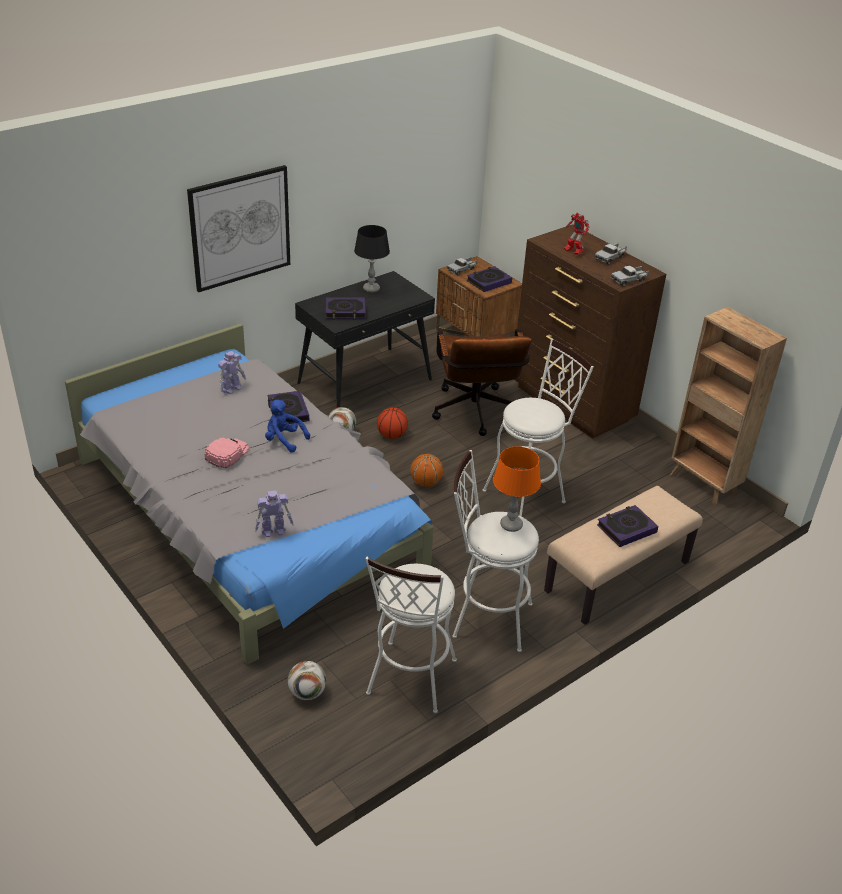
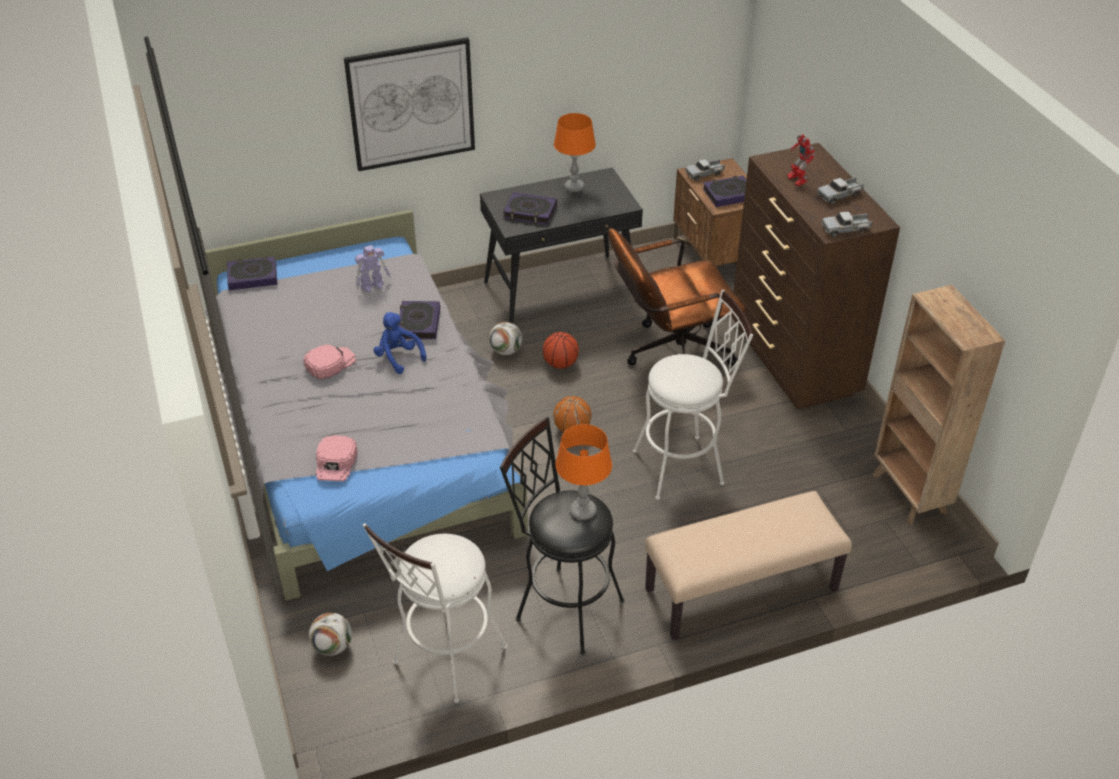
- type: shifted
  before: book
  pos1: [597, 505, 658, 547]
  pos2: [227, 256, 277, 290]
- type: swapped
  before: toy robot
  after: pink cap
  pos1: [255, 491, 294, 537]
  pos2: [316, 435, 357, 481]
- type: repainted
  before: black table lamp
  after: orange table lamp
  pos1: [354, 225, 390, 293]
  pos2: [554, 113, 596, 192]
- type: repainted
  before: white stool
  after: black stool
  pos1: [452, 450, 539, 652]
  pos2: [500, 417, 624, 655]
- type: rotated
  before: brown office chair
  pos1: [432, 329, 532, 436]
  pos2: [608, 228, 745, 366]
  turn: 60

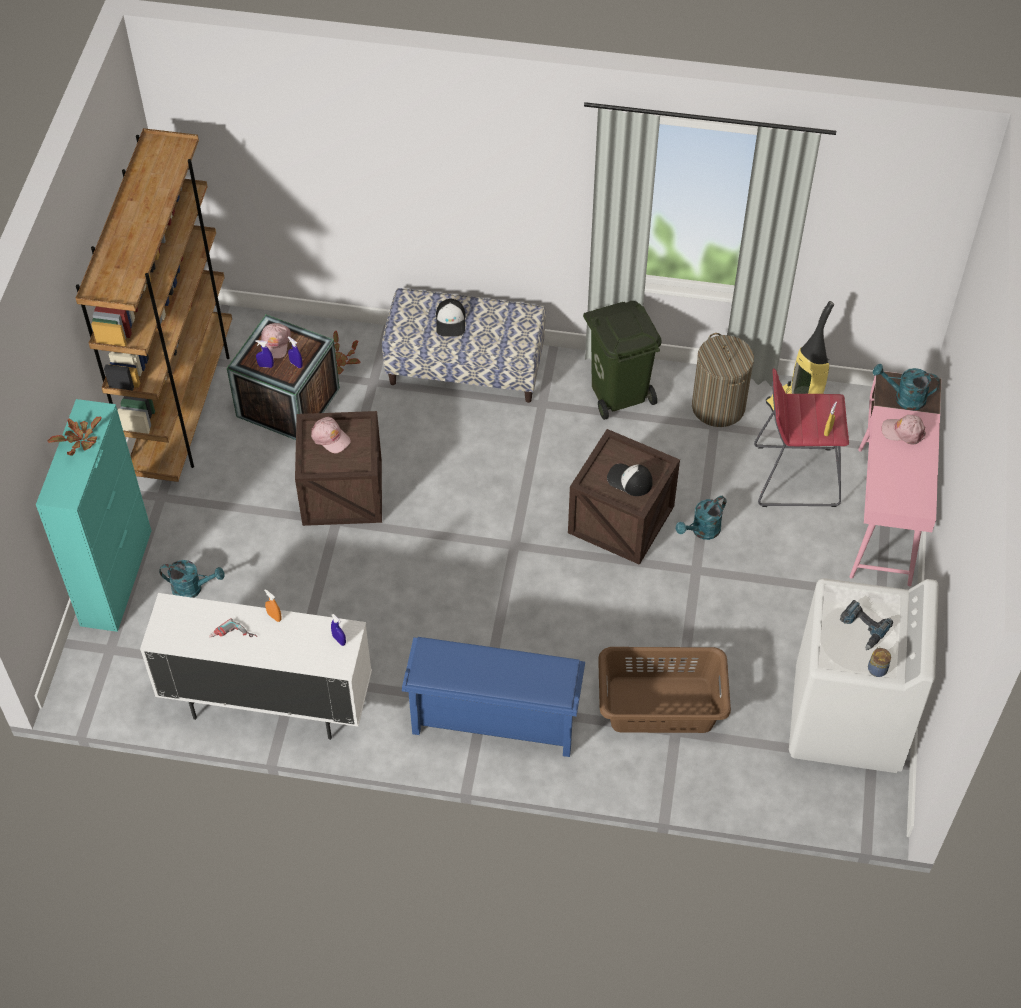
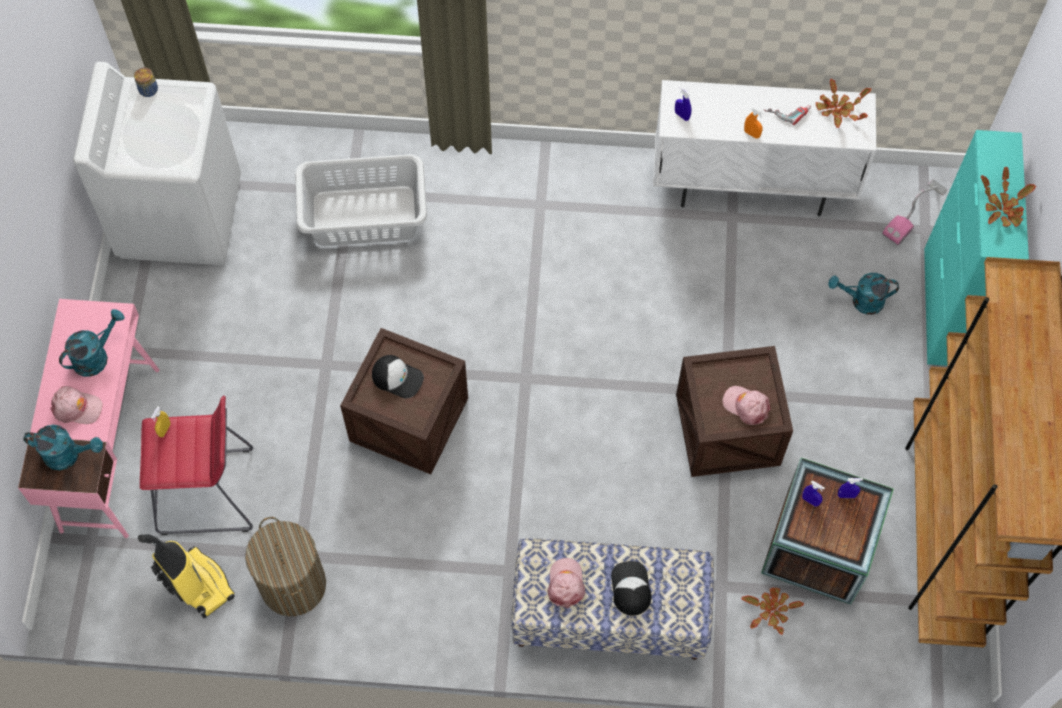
- type: gone
  before: blue shoe rack
  pos1: [402, 637, 585, 757]
- type: gone
  before: green trash can
  pos1: [583, 301, 661, 420]
- type: gone
  before: power drill
  pos1: [839, 600, 893, 650]
- type: new
  after: potted plant
  pos2: [816, 79, 872, 128]
- type: new
  after: vacuum cleaner
  pos2: [882, 180, 947, 245]
- type: shifted
  before: pink cap
  pos1: [261, 323, 291, 359]
  pos2: [547, 558, 586, 608]
- type: shifted
  before: turquoise watering can
  pos1: [676, 496, 727, 540]
  pos2: [59, 309, 124, 377]
- type: repainted
  before: brown laundry basket
  after: grey laundry basket
  pos1: [598, 647, 731, 733]
  pos2: [295, 154, 427, 246]

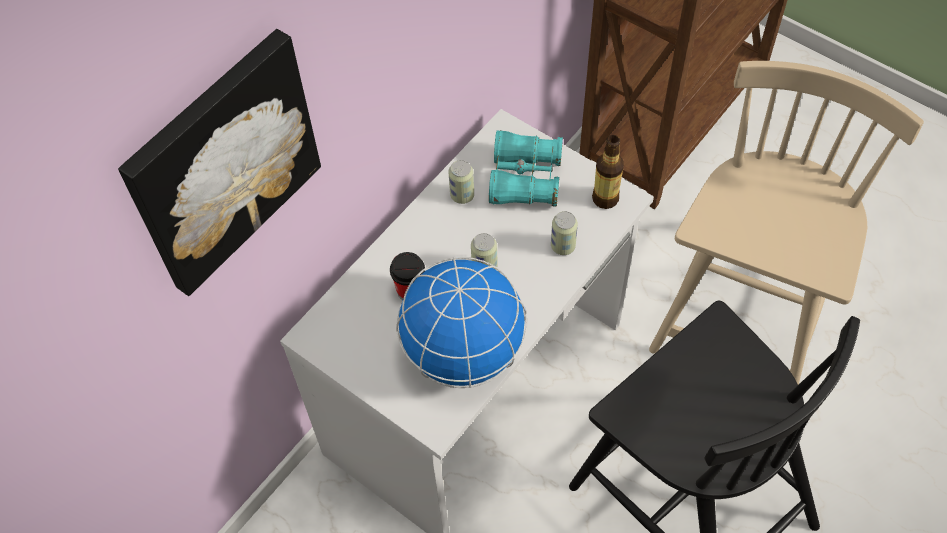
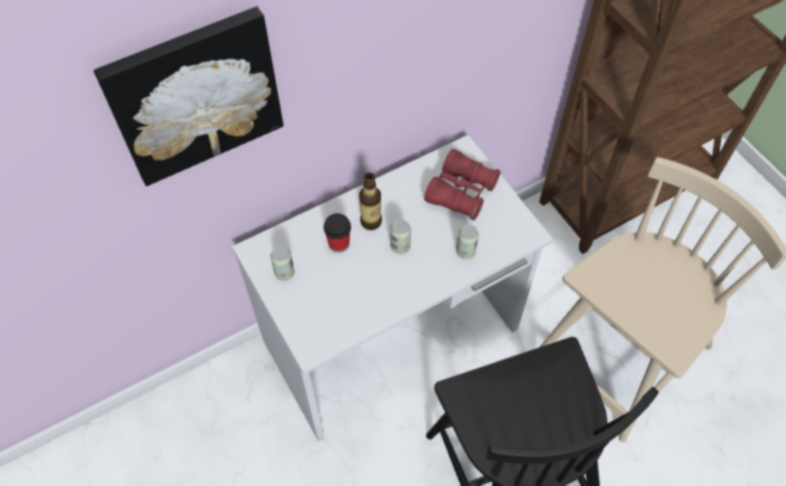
- type: gone
  before: globe
  pos1: [396, 257, 527, 388]
- type: shifted
  before: can
  pos1: [448, 160, 474, 204]
  pos2: [270, 246, 294, 281]
- type: shifted
  before: bottle
  pos1: [592, 135, 624, 209]
  pos2: [359, 172, 382, 230]
- type: repainted
  before: turquoise binoculars
  after: red binoculars
  pos1: [489, 130, 563, 207]
  pos2: [424, 149, 500, 220]

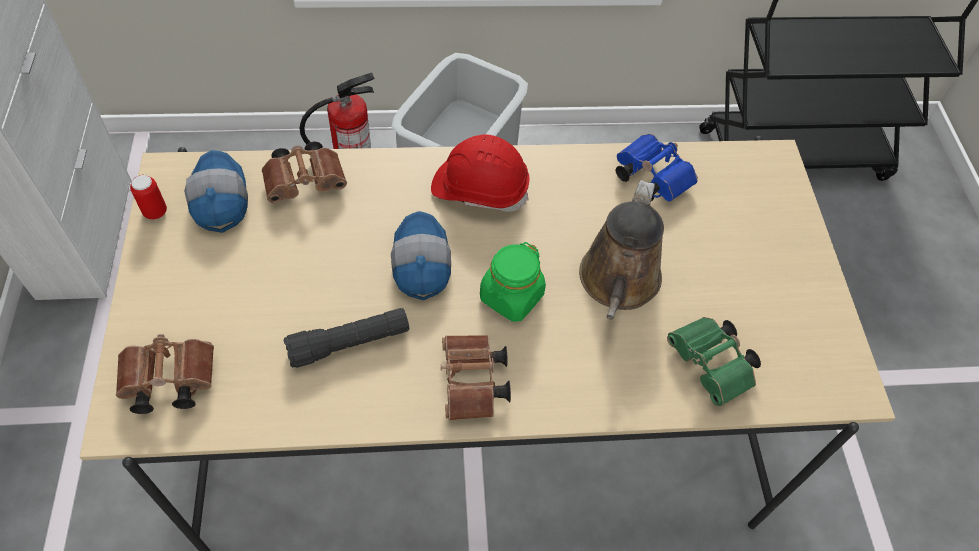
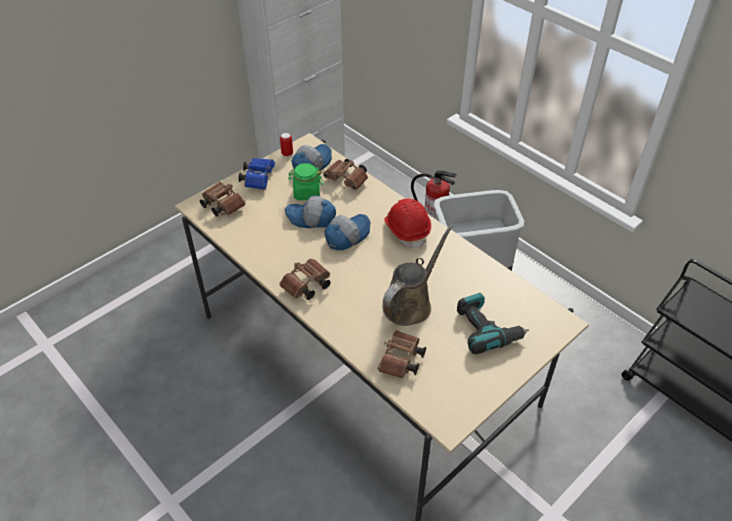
- type: gone
  before: black flashlight
  pos1: [284, 308, 409, 368]
- type: new
  after: cap
  pos2: [285, 195, 336, 228]
- type: new
  after: power drill
  pos2: [457, 293, 529, 354]
- type: shifted
  before: green jar
  pos1: [480, 242, 546, 322]
  pos2: [288, 163, 323, 200]
- type: shifted
  before: blue binoculars
  pos1: [616, 134, 698, 202]
  pos2: [238, 158, 275, 190]
- type: repainted
  before: green binoculars
  after: brown binoculars
  pos1: [667, 317, 761, 406]
  pos2: [378, 330, 426, 379]
- type: rotated
  before: brown watering can
  pos1: [579, 180, 664, 320]
  pos2: [382, 225, 453, 326]
  turn: 150

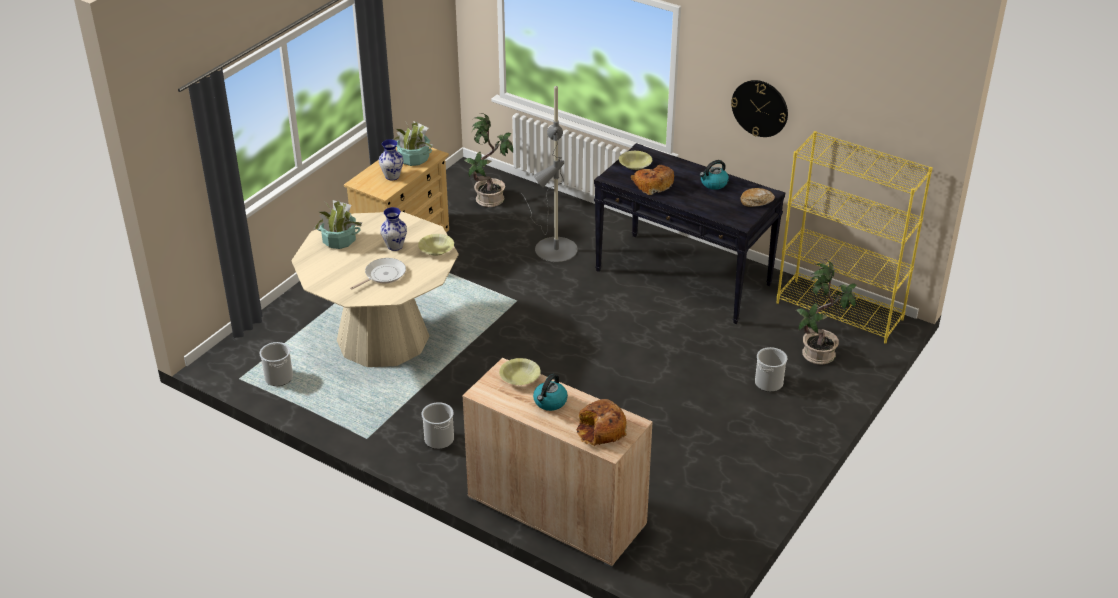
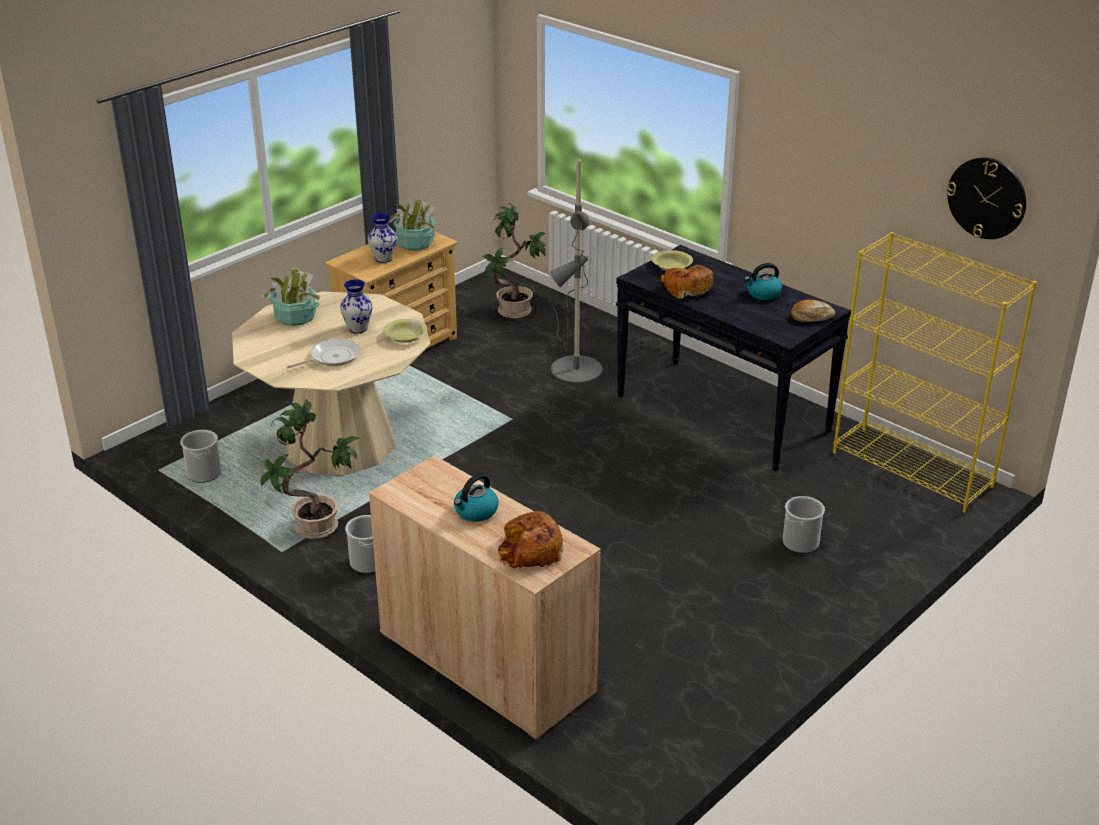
- type: gone
  before: yellow bowl
  pos1: [499, 358, 541, 385]
- type: shifted
  before: wall clock
  pos1: [731, 80, 788, 137]
  pos2: [947, 157, 1026, 239]
- type: shifted
  before: potted plant
  pos1: [797, 259, 856, 365]
  pos2: [261, 398, 360, 539]

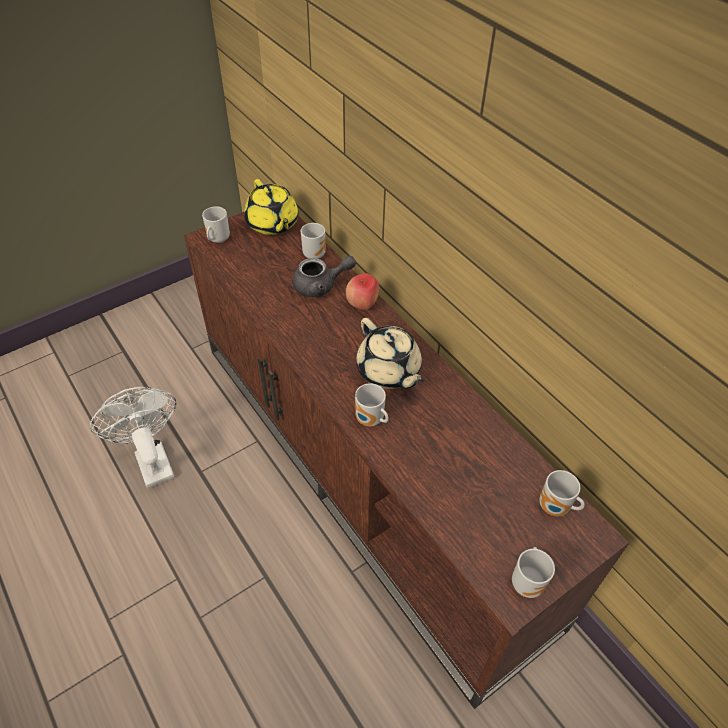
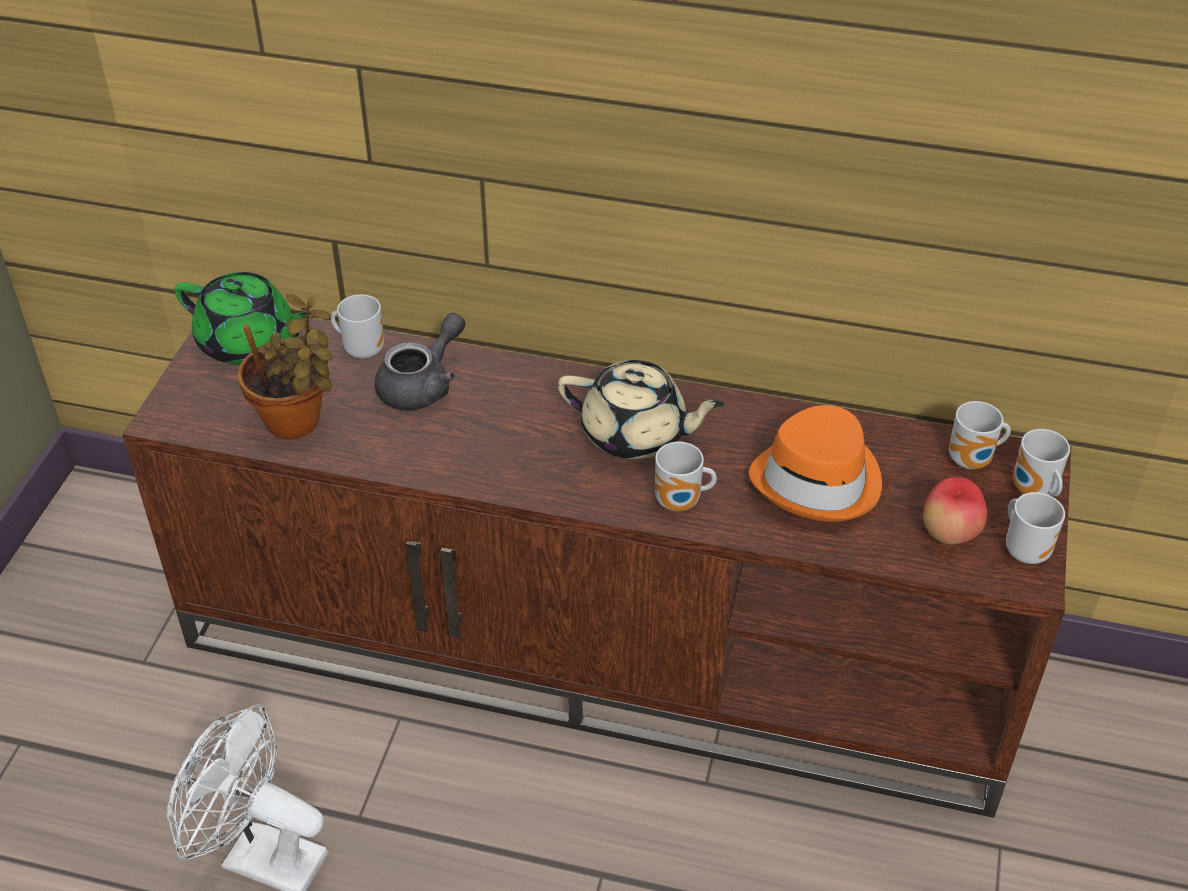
- type: new
  after: potted plant
  pos2: [238, 294, 333, 440]
- type: new
  after: orange hat
  pos2: [749, 405, 882, 522]
- type: shifted
  before: mug
  pos1: [202, 206, 230, 243]
  pos2: [1013, 429, 1070, 496]
- type: shifted
  before: apple
  pos1: [346, 273, 379, 310]
  pos2: [923, 477, 987, 544]
- type: repainted
  before: yellow teapot
  after: green teapot
  pos1: [244, 179, 299, 235]
  pos2: [174, 272, 306, 364]

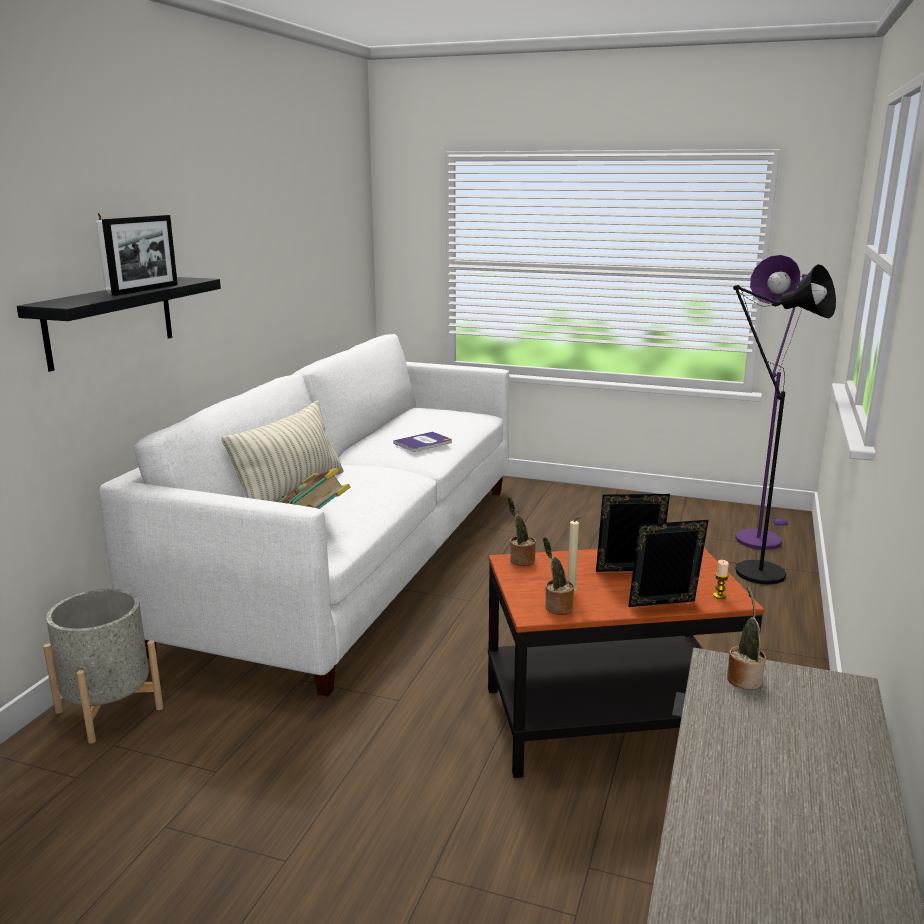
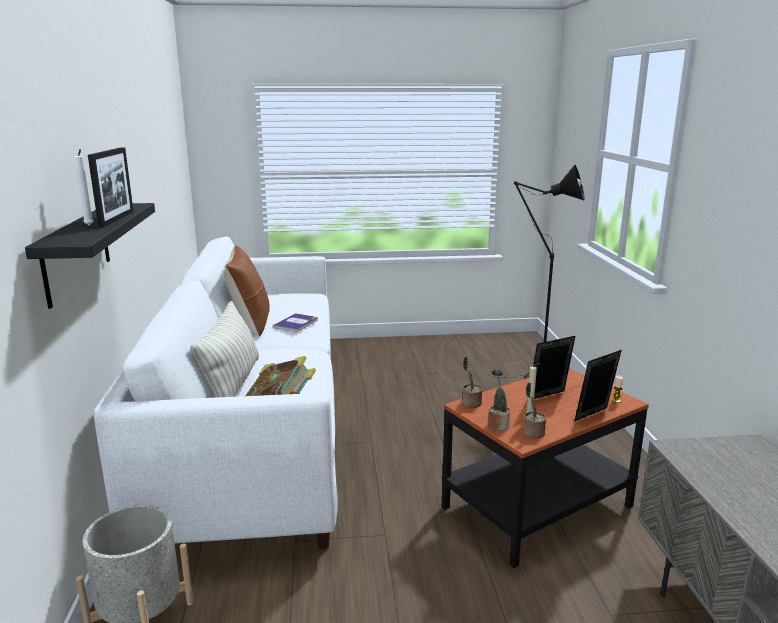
- type: gone
  before: purple floor lamp
  pos1: [735, 255, 808, 550]
- type: new
  after: brown pillow
  pos2: [224, 245, 270, 337]
- type: shifted
  before: potted plant
  pos1: [727, 586, 766, 690]
  pos2: [488, 368, 510, 431]

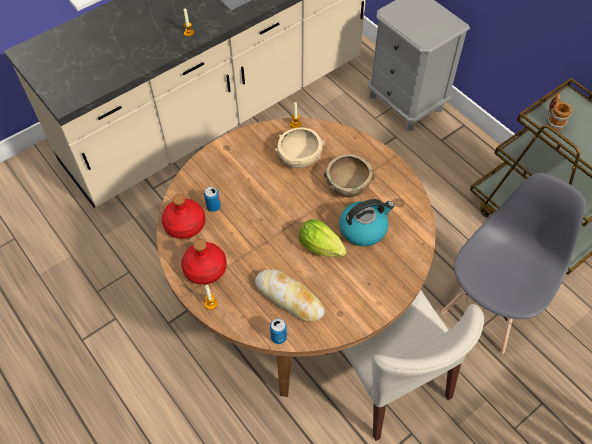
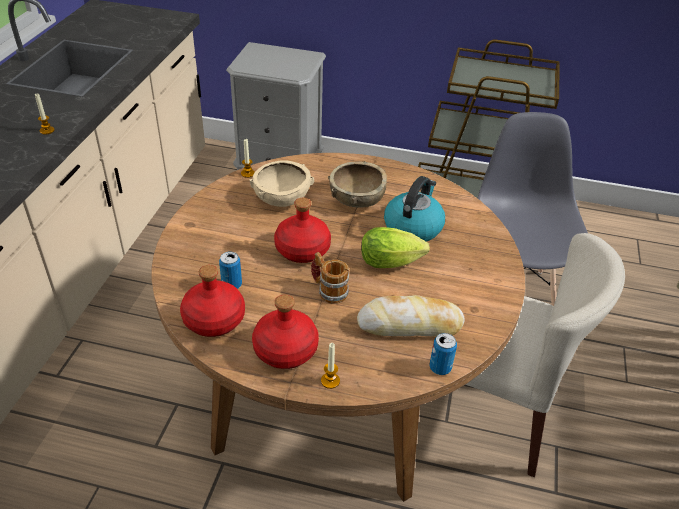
- type: new
  after: red bottle
  pos2: [274, 198, 331, 263]
- type: shifted
  before: mug
  pos1: [547, 94, 572, 130]
  pos2: [311, 252, 349, 304]

